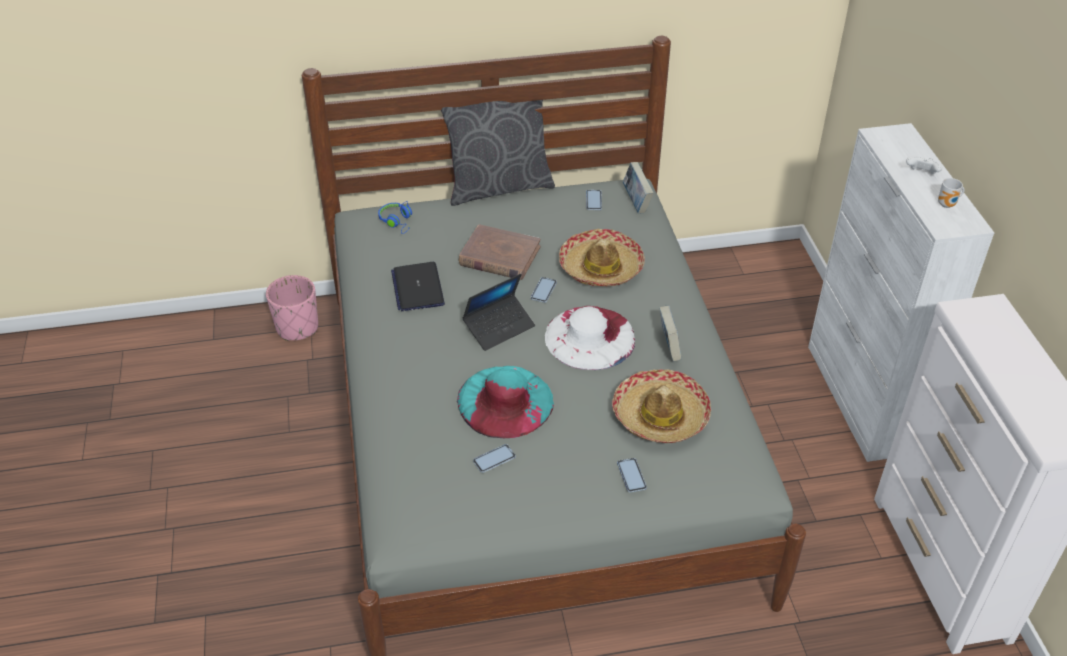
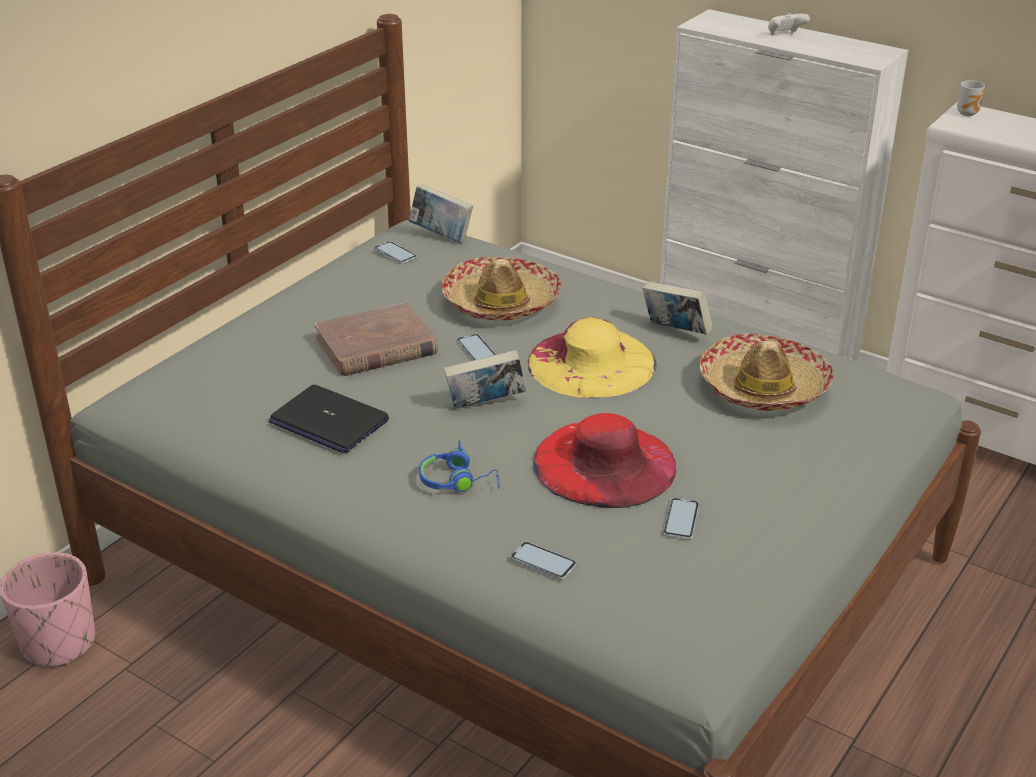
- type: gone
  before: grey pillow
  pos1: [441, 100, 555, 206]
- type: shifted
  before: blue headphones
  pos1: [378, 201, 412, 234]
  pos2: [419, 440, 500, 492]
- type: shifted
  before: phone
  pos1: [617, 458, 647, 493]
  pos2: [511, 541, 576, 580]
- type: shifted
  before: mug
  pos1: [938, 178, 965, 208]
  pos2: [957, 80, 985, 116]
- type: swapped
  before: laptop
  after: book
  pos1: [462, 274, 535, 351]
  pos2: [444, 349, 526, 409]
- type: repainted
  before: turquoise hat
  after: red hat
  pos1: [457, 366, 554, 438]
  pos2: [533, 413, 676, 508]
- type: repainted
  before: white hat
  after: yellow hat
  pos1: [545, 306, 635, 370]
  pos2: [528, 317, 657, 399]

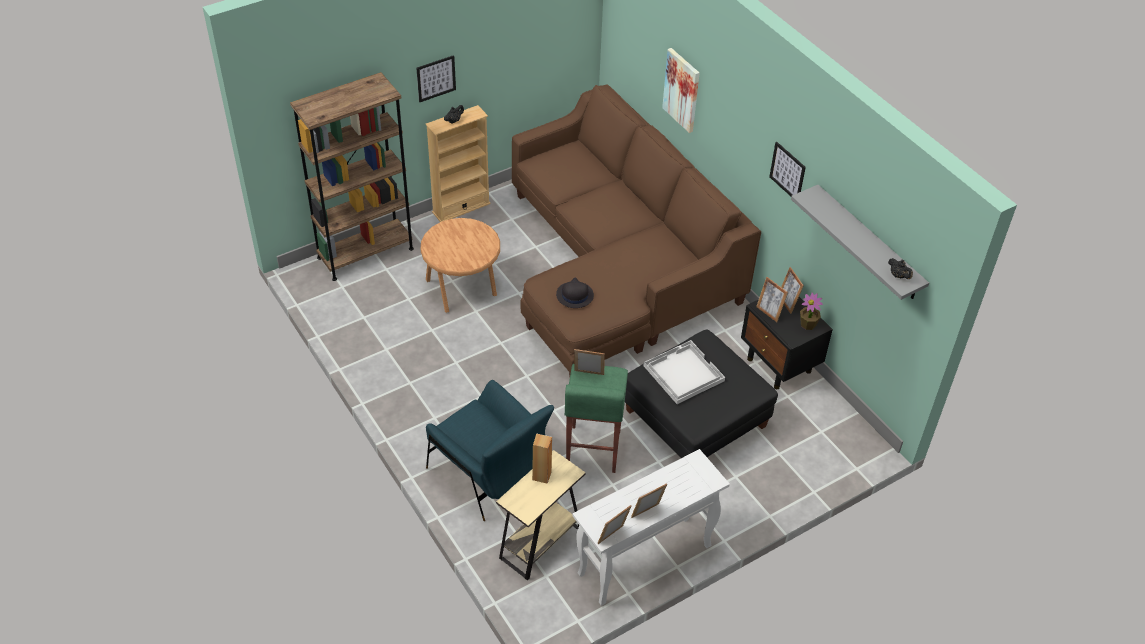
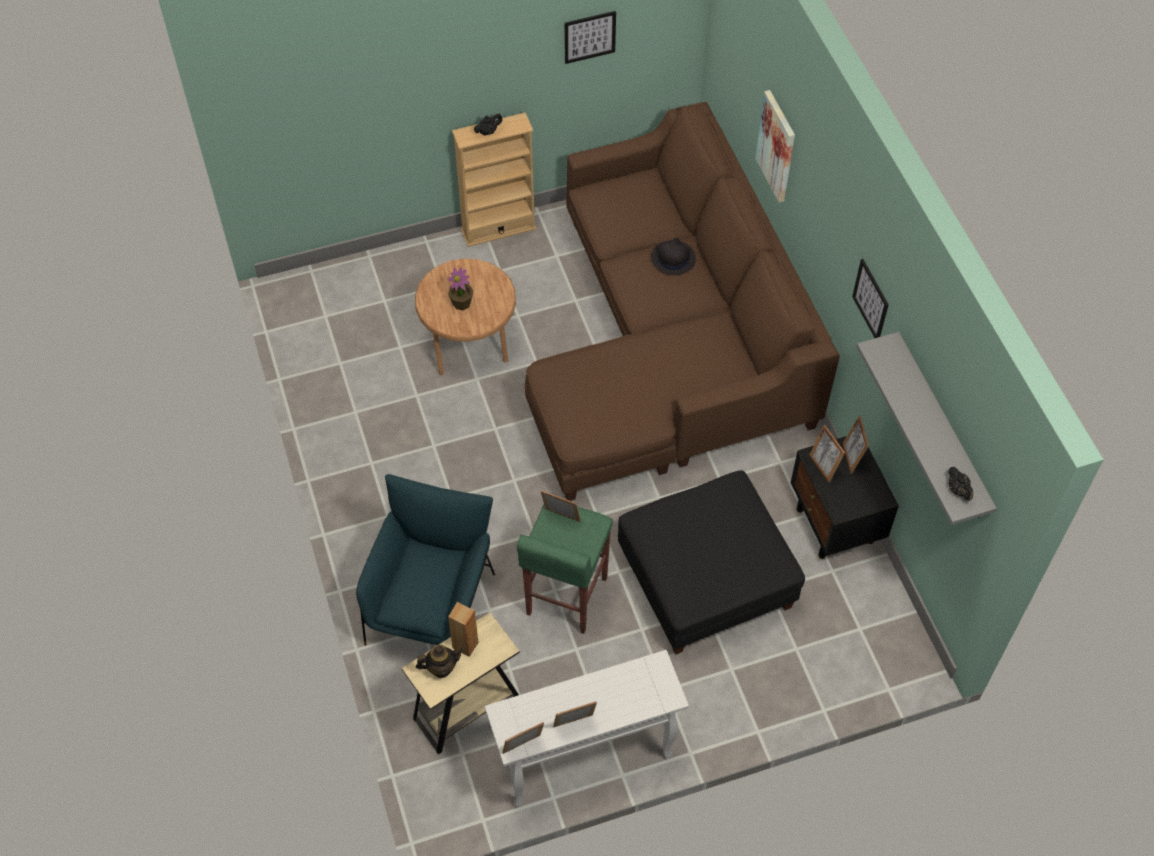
- type: gone
  before: brown bookcase
  pos1: [290, 72, 414, 281]
- type: gone
  before: white tray
  pos1: [643, 340, 725, 404]
- type: new
  after: teapot
  pos2: [416, 645, 463, 678]
- type: shifted
  before: picture
  pos1: [416, 55, 456, 102]
  pos2: [564, 11, 616, 64]
- type: shifted
  before: black hat
  pos1: [556, 278, 594, 308]
  pos2: [651, 238, 696, 275]
- type: shifted
  before: potted plant
  pos1: [800, 292, 823, 330]
  pos2: [447, 267, 474, 310]
- type: rotated
  before: blue armchair
  pos1: [426, 380, 554, 521]
  pos2: [356, 474, 495, 646]
  turn: -135

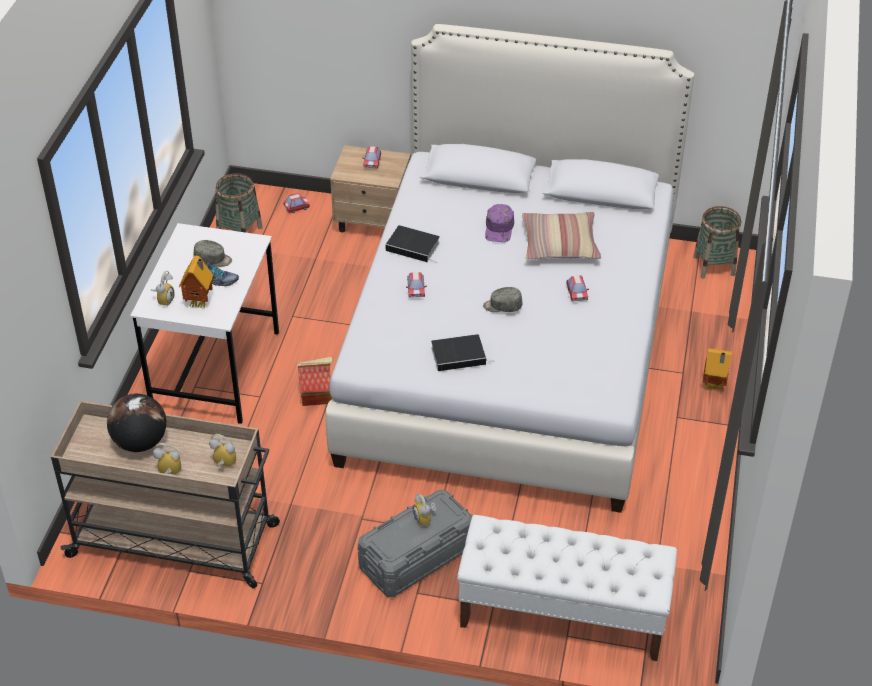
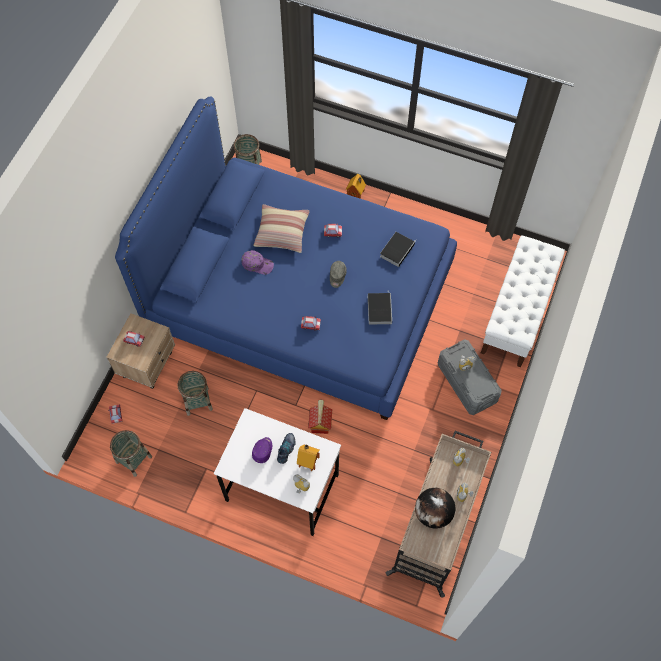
- type: new
  after: basket
  pos2: [178, 371, 213, 416]
- type: shifted
  before: book
  pos1: [386, 225, 440, 263]
  pos2: [380, 232, 416, 267]
- type: repainted
  before: grey cap
  after: purple cap
  pos1: [193, 240, 232, 267]
  pos2: [252, 437, 272, 463]
- type: repainted
  before: white bed
  after: blue bed
  pos1: [326, 24, 694, 513]
  pos2: [115, 97, 457, 420]

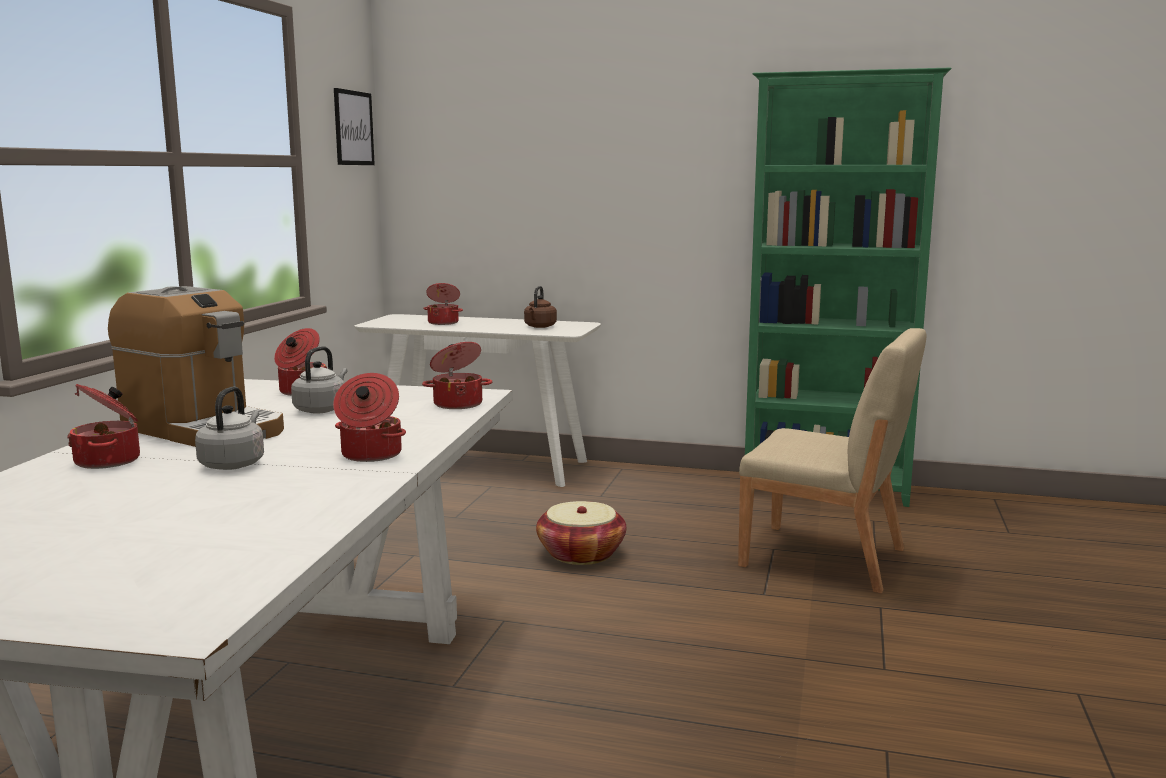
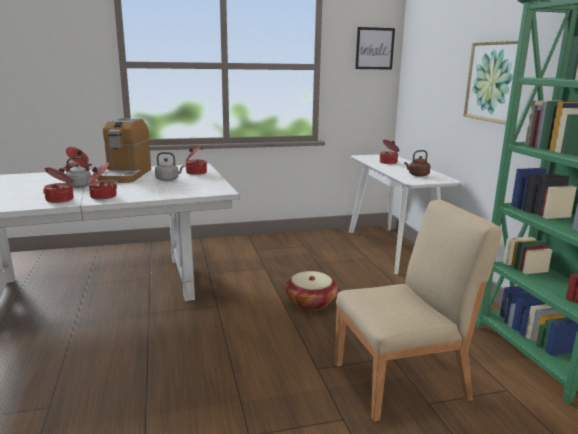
- type: new
  after: picture
  pos2: [464, 41, 518, 124]
- type: shifted
  before: cooking pot
  pos1: [422, 342, 492, 409]
  pos2: [43, 167, 74, 203]
- type: rotated
  before: beige chair
  pos1: [738, 328, 926, 593]
  pos2: [335, 200, 502, 422]
  turn: -105

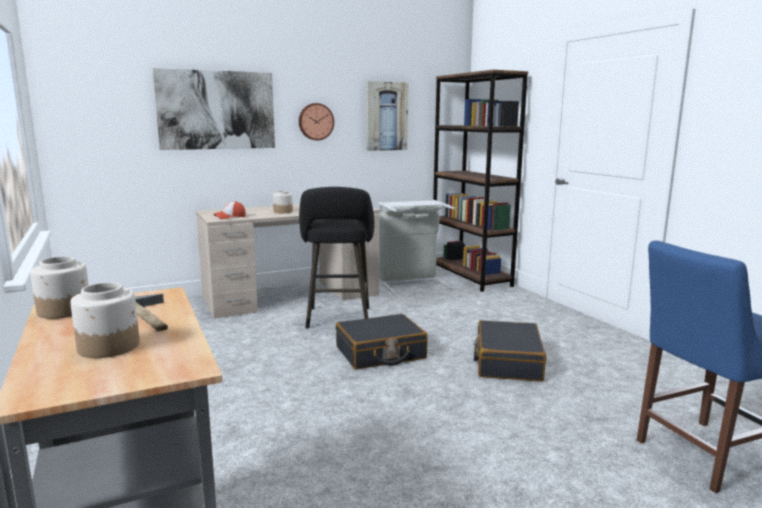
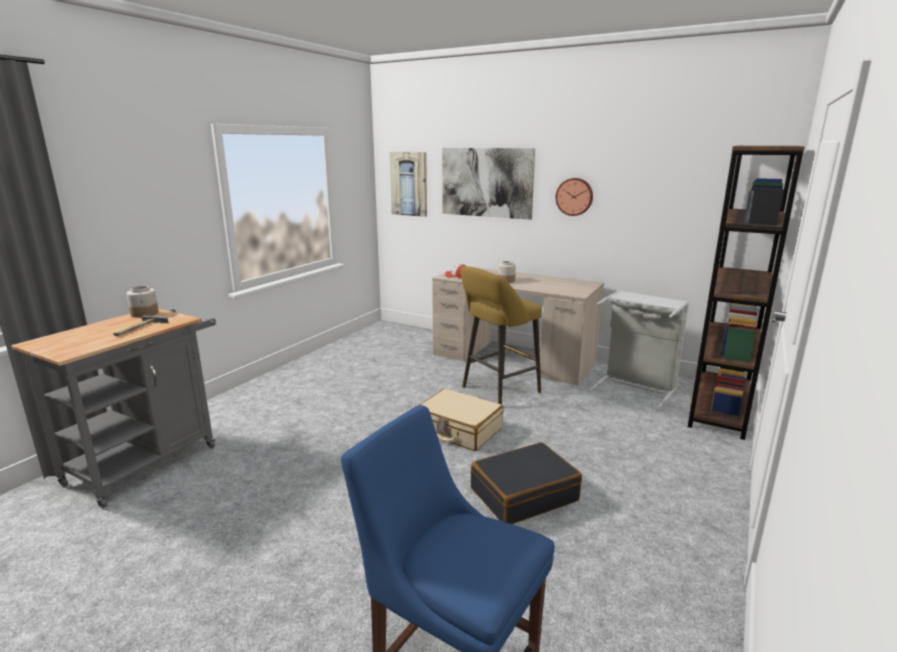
- type: gone
  before: jar
  pos1: [70, 282, 140, 358]
- type: shifted
  before: picture
  pos1: [367, 81, 408, 151]
  pos2: [390, 152, 427, 217]
- type: repainted
  before: black stool
  after: yellow stool
  pos1: [299, 187, 374, 328]
  pos2: [461, 266, 542, 404]
- type: repainted
  before: black suitcase
  after: beige suitcase
  pos1: [336, 314, 428, 369]
  pos2: [420, 388, 504, 451]

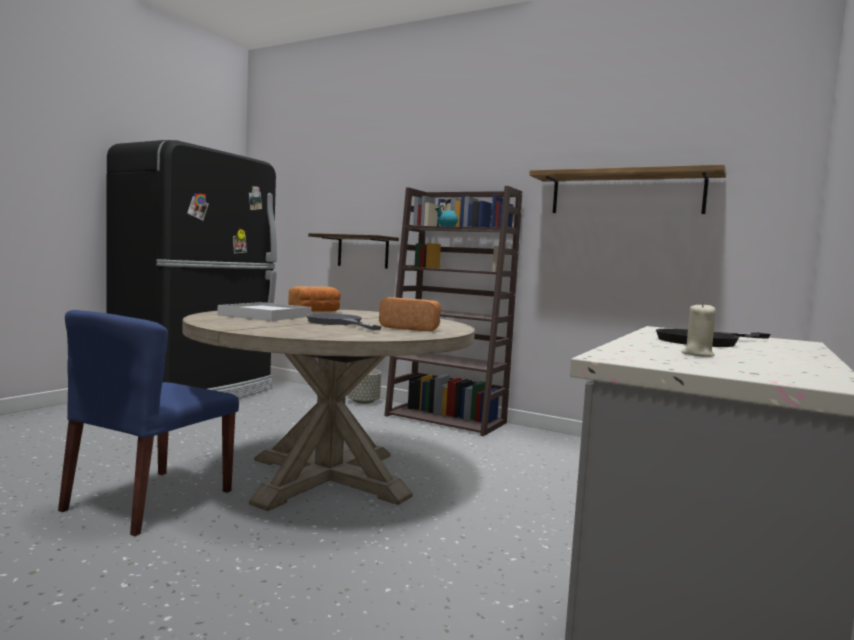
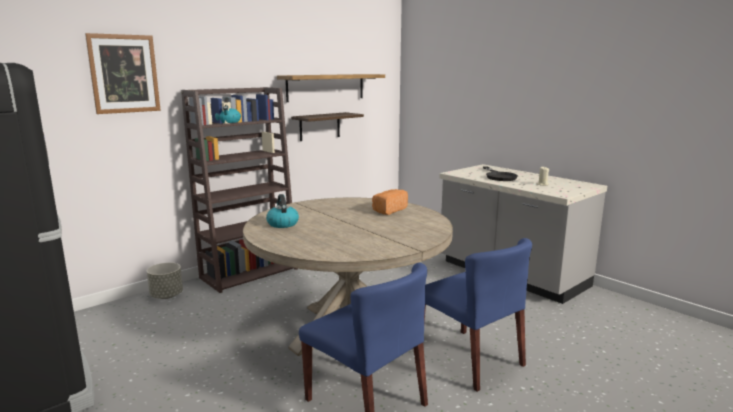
- type: gone
  before: white tray
  pos1: [217, 302, 312, 321]
- type: gone
  before: grey frying pan
  pos1: [306, 313, 382, 330]
- type: new
  after: picture
  pos2: [85, 33, 161, 114]
- type: new
  after: blue chair
  pos2: [424, 238, 532, 392]
- type: shifted
  before: shelf
  pos1: [308, 233, 399, 269]
  pos2: [291, 112, 364, 141]
- type: swapped
  before: bread
  after: kettle
  pos1: [288, 286, 341, 312]
  pos2: [266, 194, 299, 228]

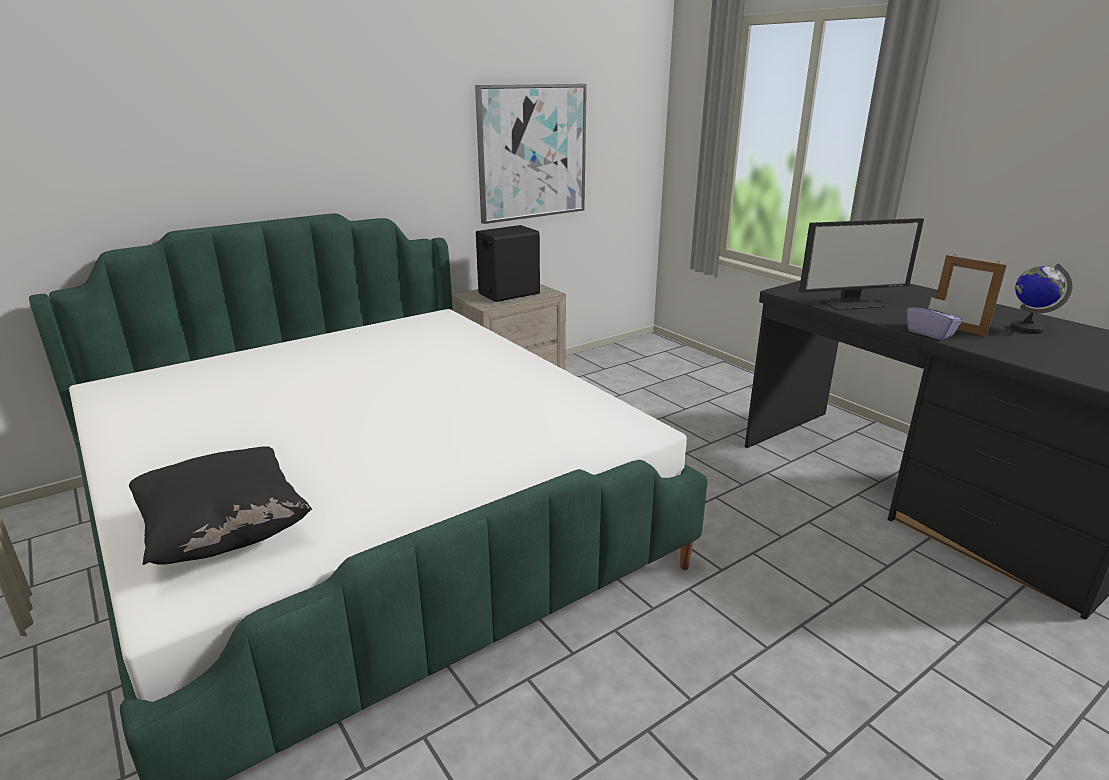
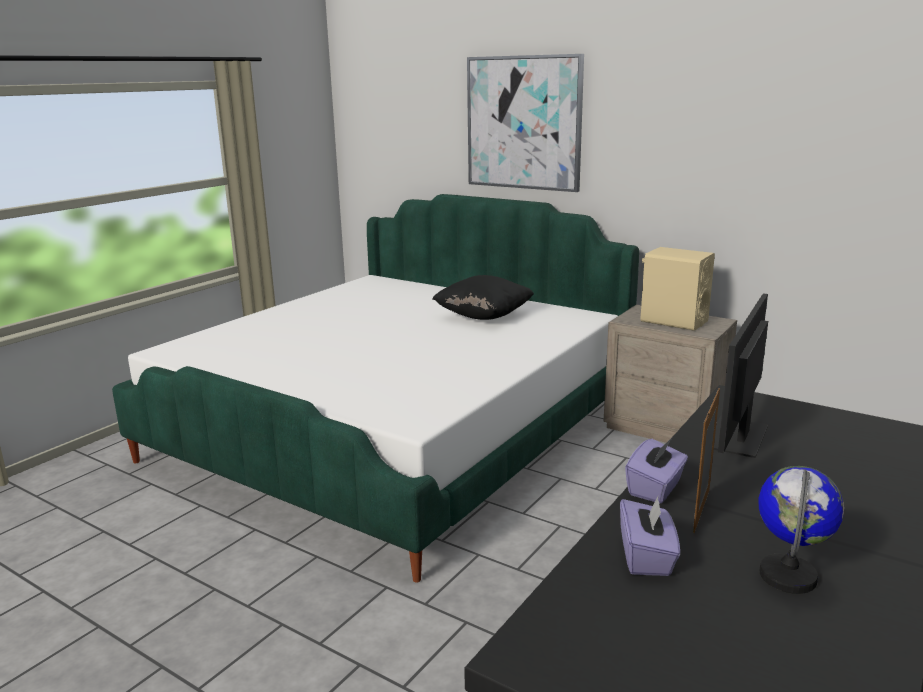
- type: new
  after: purple tissue box
  pos2: [620, 497, 680, 576]
- type: shifted
  before: black pillow
  pos1: [129, 446, 312, 565]
  pos2: [432, 275, 534, 320]
- type: shifted
  before: picture
  pos1: [475, 84, 587, 224]
  pos2: [467, 54, 584, 192]
- type: repainted
  before: black speaker
  after: beige speaker
  pos1: [476, 225, 540, 302]
  pos2: [640, 247, 715, 331]
- type: rotated
  before: monitor
  pos1: [799, 218, 924, 310]
  pos2: [714, 294, 768, 458]
  turn: 60

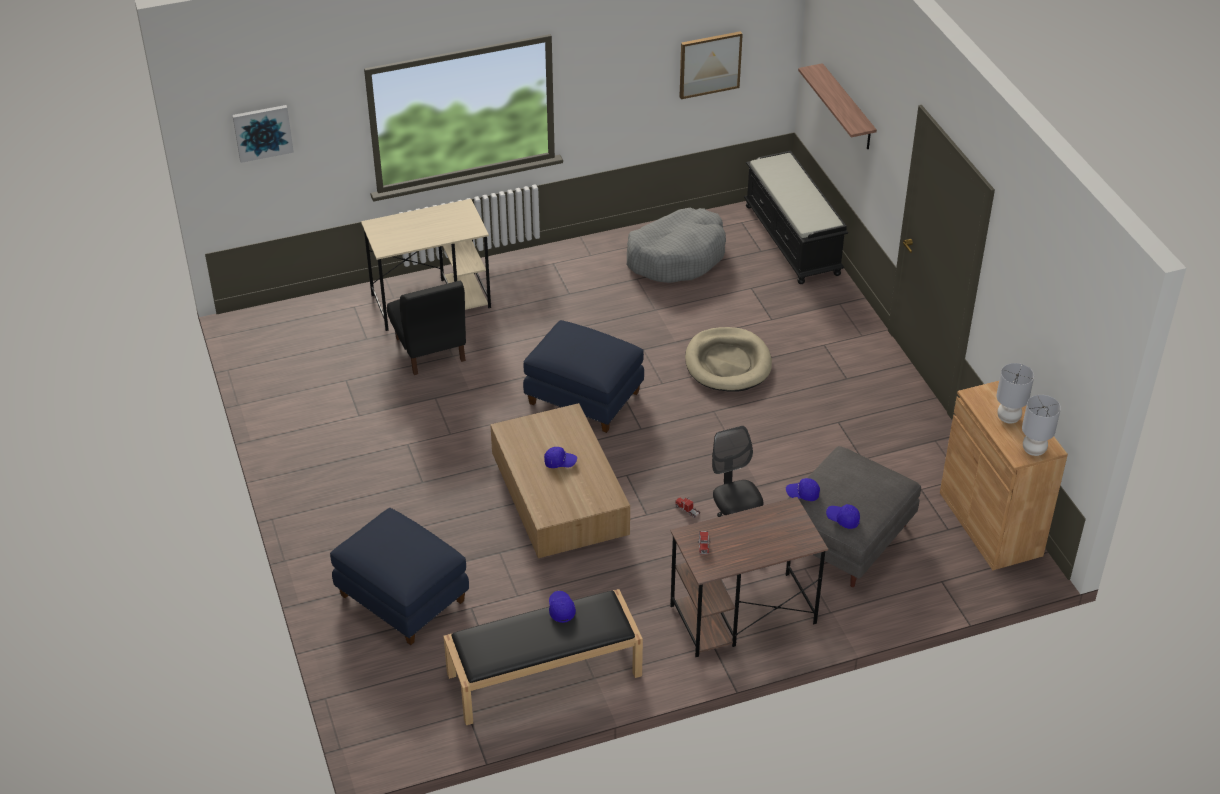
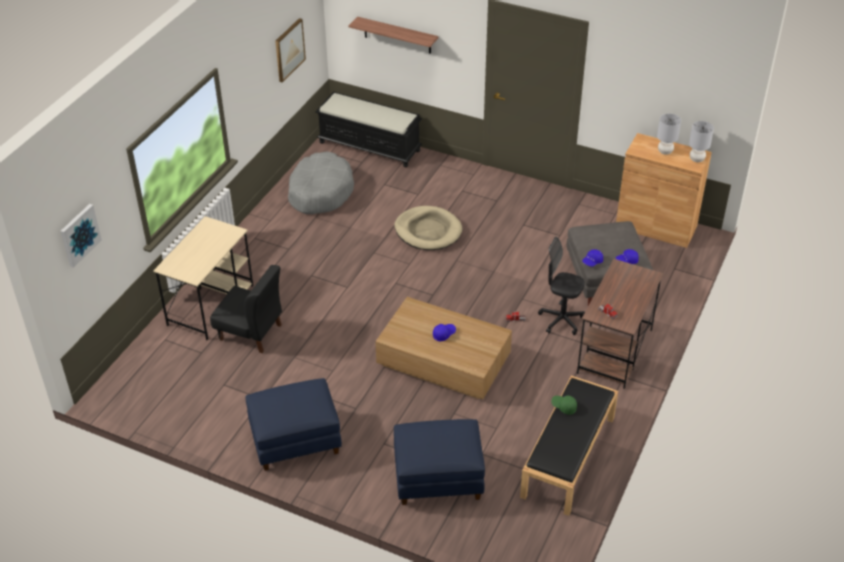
- type: shifted
  before: blue ottoman
  pos1: [523, 320, 644, 433]
  pos2: [245, 378, 342, 471]
- type: repainted
  before: blue cap
  after: green cap
  pos1: [549, 591, 576, 623]
  pos2: [551, 395, 577, 415]

